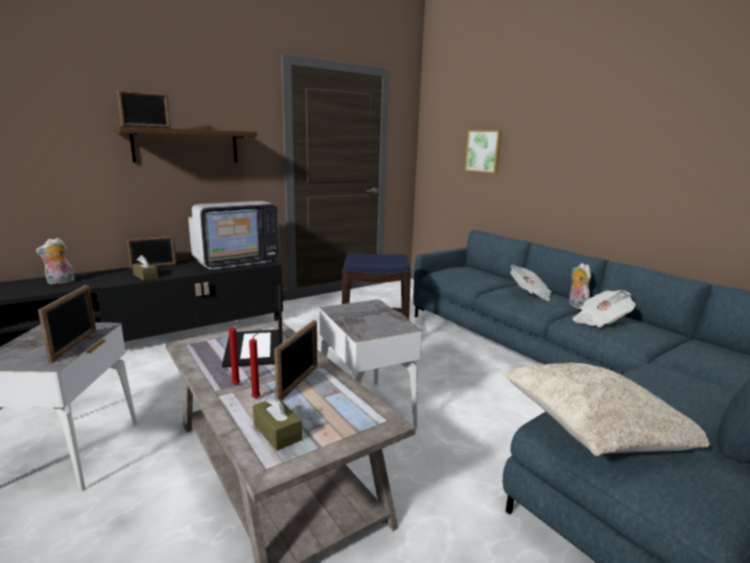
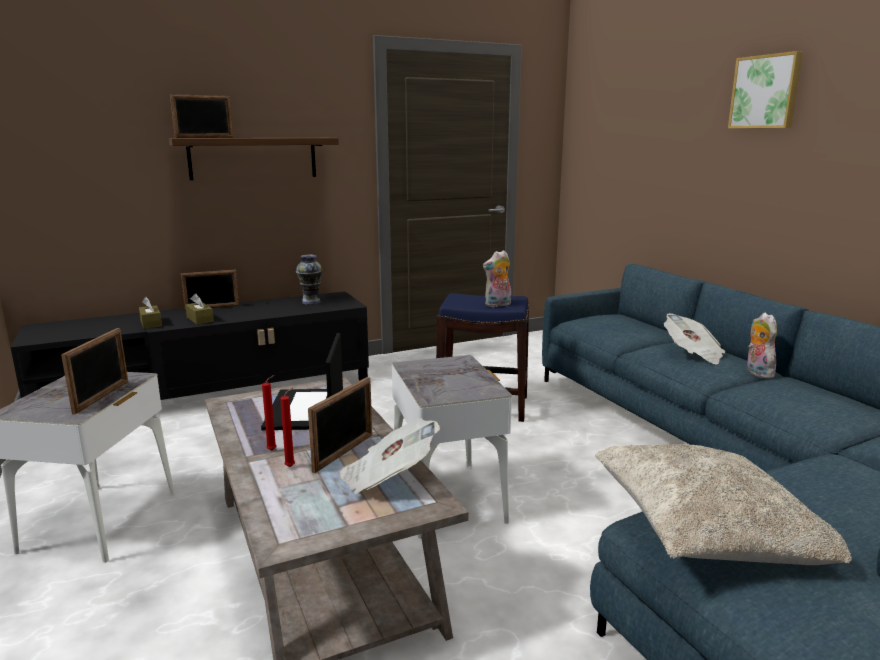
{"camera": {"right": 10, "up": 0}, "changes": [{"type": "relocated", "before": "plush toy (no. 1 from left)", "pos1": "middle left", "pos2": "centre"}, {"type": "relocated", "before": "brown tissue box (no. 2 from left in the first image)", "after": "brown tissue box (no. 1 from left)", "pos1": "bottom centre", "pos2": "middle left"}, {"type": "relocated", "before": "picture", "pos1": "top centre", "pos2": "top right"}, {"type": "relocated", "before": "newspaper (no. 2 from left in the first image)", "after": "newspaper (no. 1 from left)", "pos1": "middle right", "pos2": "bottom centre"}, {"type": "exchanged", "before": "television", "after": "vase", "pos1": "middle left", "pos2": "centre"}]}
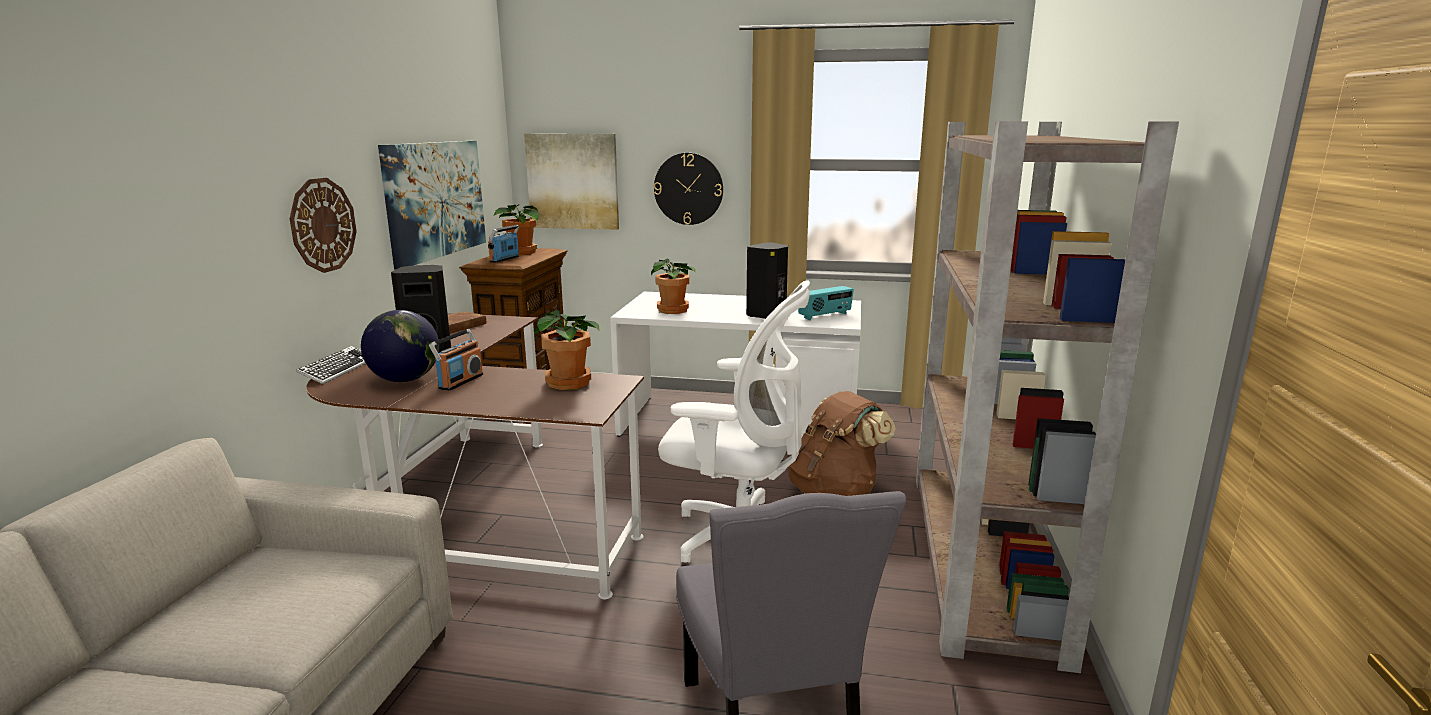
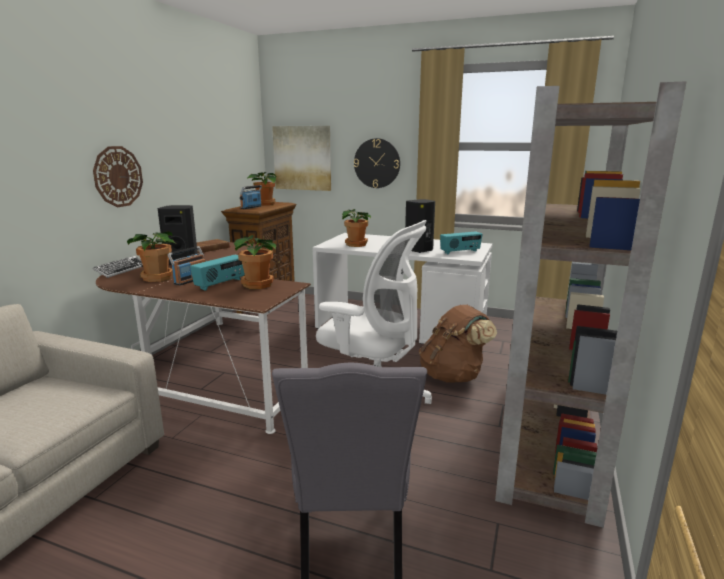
{"camera": {"right": 10, "up": 0}, "changes": [{"type": "missing", "before": "picture (no. 1 from left)", "pos1": "top left"}, {"type": "appeared", "after": "radio (no. 2 from left)", "pos2": "middle left"}, {"type": "exchanged", "before": "globe", "after": "potted plant (no. 1 from left)", "pos1": "middle left", "pos2": "middle left"}]}
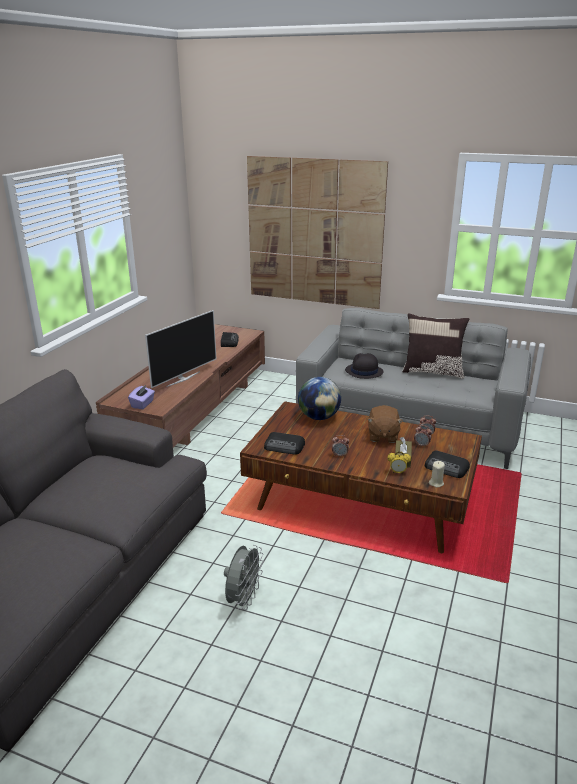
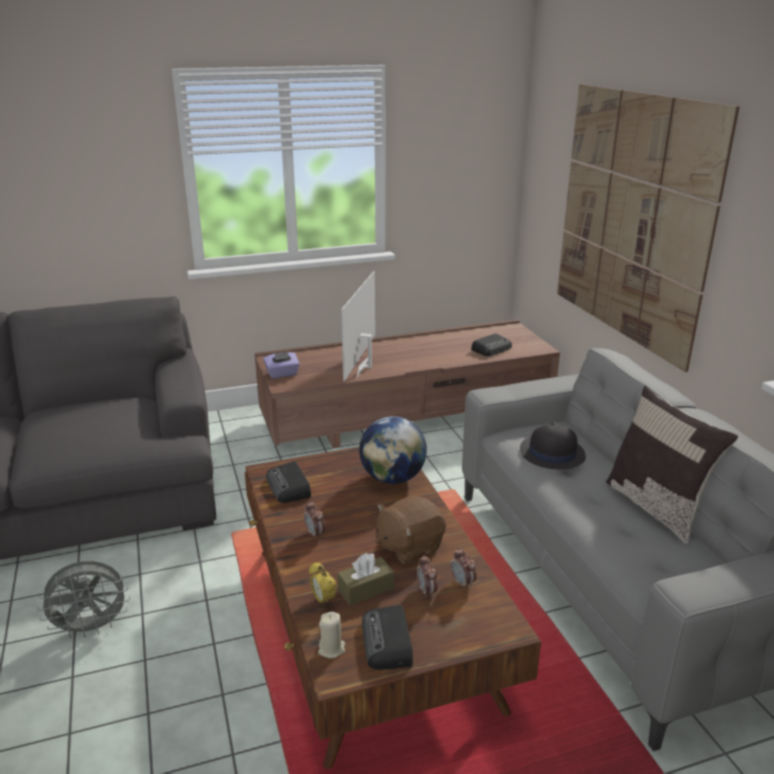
{"camera": {"right": 50, "up": 0}, "changes": [{"type": "spun", "before": "television", "pos1": "middle left", "pos2": "centre", "turn": 105}]}
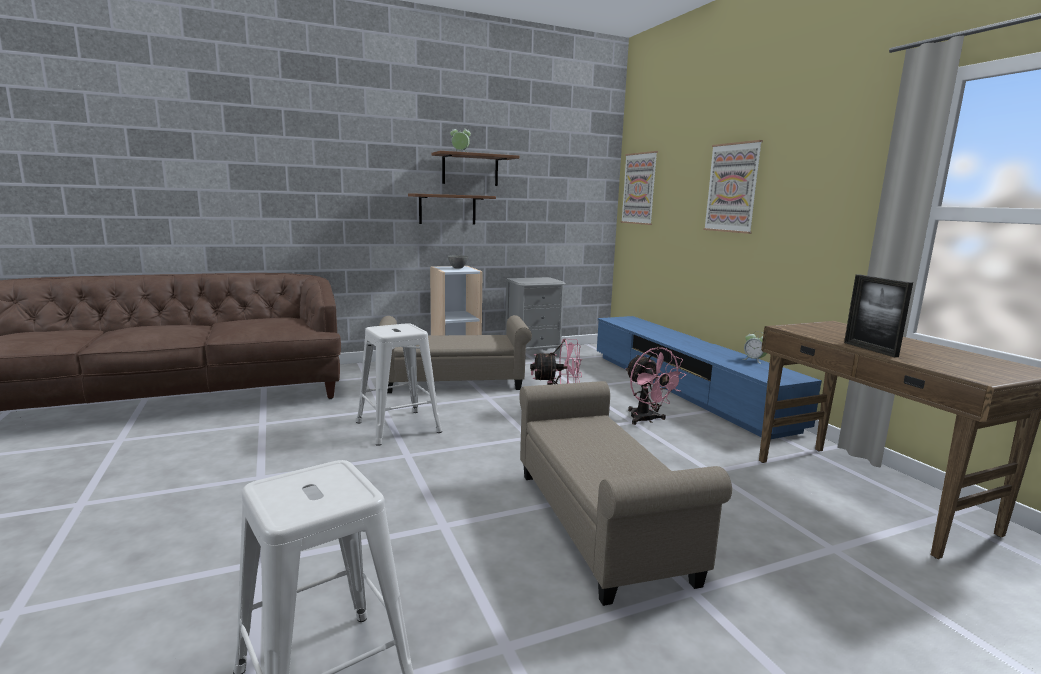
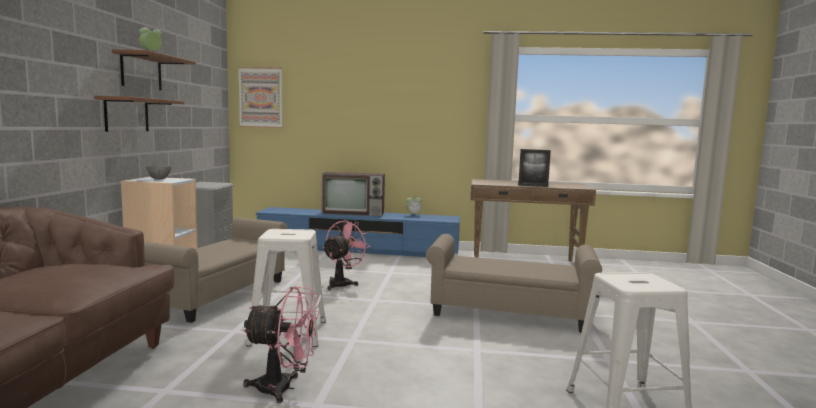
{"camera": {"right": -60, "up": -5}, "changes": [{"type": "missing", "before": "picture (no. 2 from left)", "pos1": "top right"}, {"type": "appeared", "after": "television", "pos2": "centre"}, {"type": "relocated", "before": "pink fan (no. 2 from left in the first image)", "after": "pink fan (no. 1 from left)", "pos1": "centre", "pos2": "bottom centre"}]}
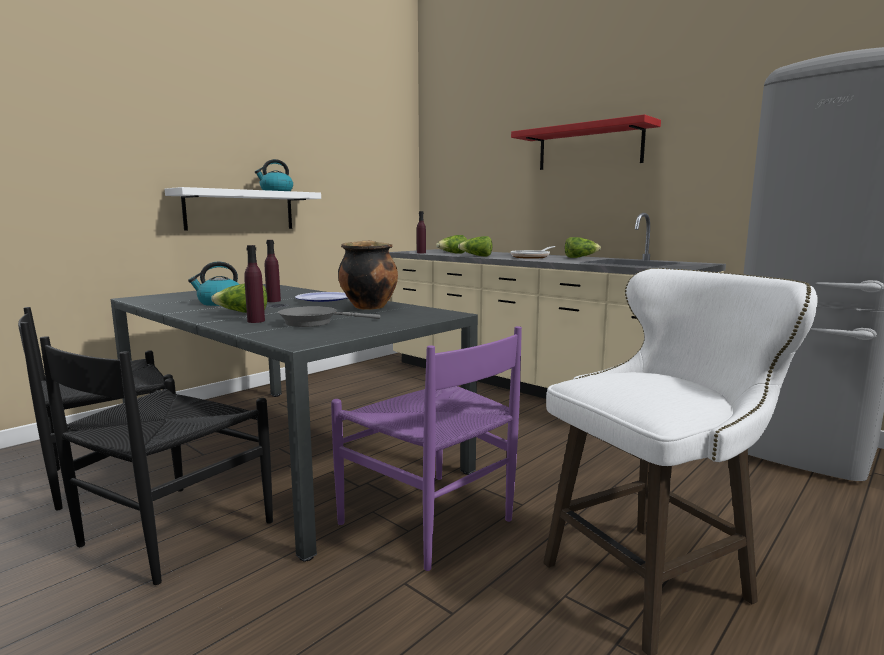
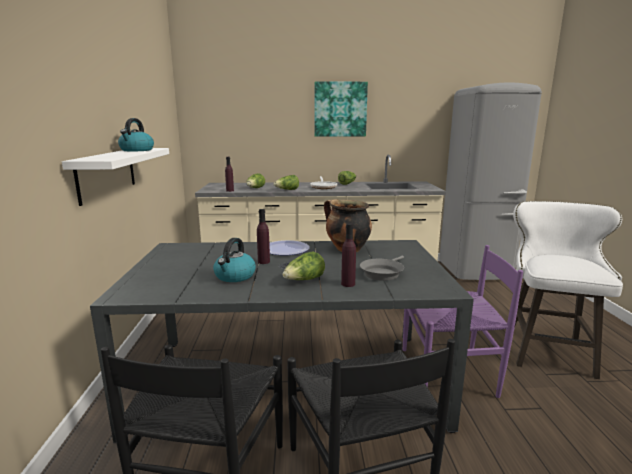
{"camera": {"right": -45, "up": 5}, "changes": [{"type": "exchanged", "before": "red shelf", "after": "picture", "pos1": "top centre", "pos2": "top centre"}]}
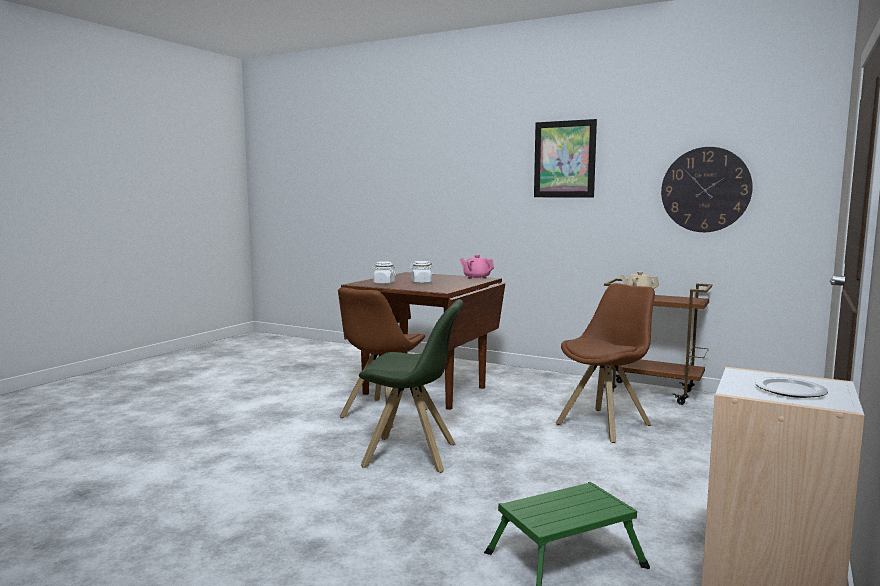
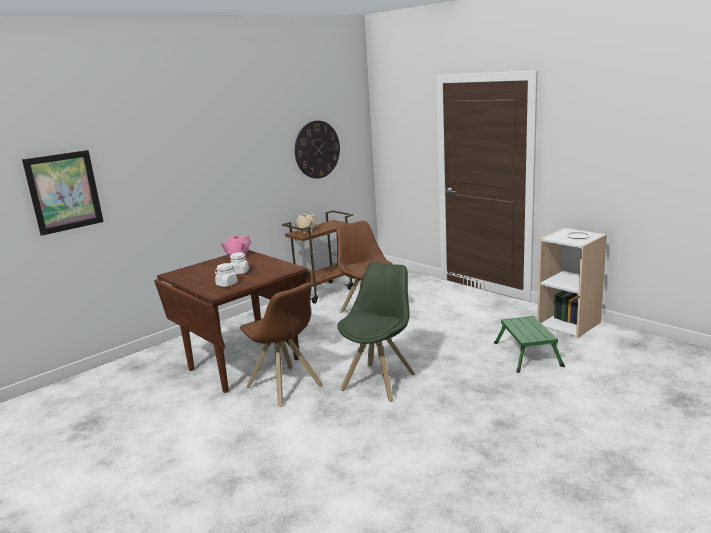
{"camera": {"right": -70, "up": 10}, "changes": [{"type": "relocated", "before": "picture", "pos1": "top centre", "pos2": "middle left"}]}
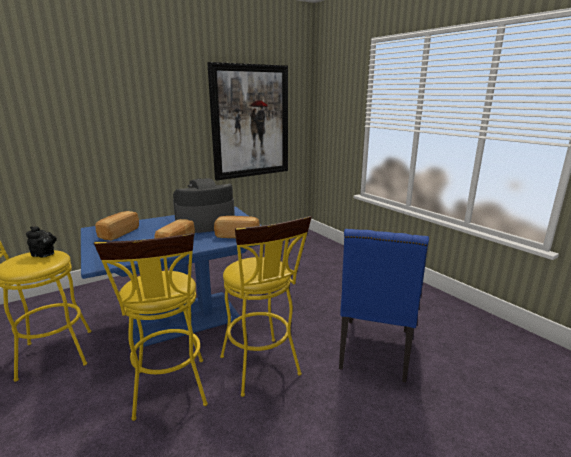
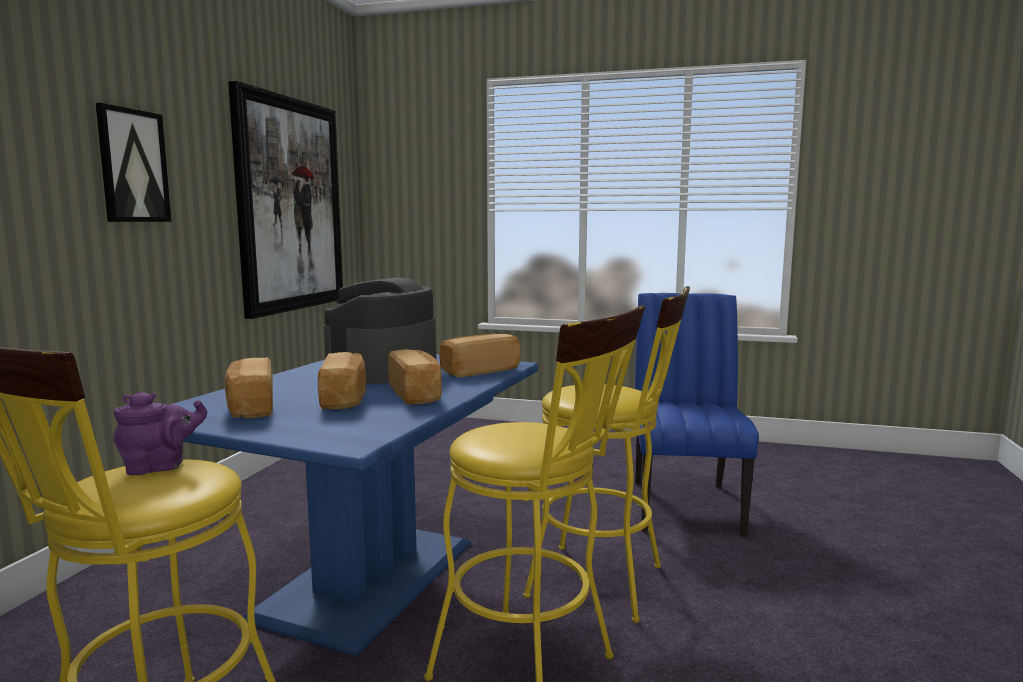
{"camera": {"right": -40, "up": -10}, "changes": [{"type": "appeared", "after": "picture (no. 1 from left)", "pos2": "top left"}, {"type": "appeared", "after": "bread (no. 2 from left)", "pos2": "centre"}, {"type": "colour", "before": "black teapot", "after": "purple teapot", "pos1": "middle left", "pos2": "middle left"}, {"type": "spun", "before": "blue chair", "pos1": "bottom right", "pos2": "middle right", "turn": -150}]}
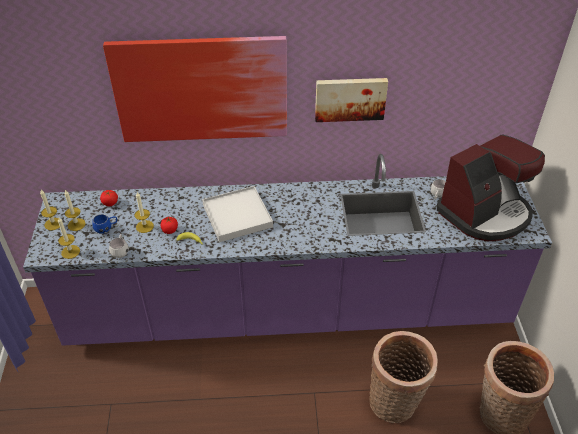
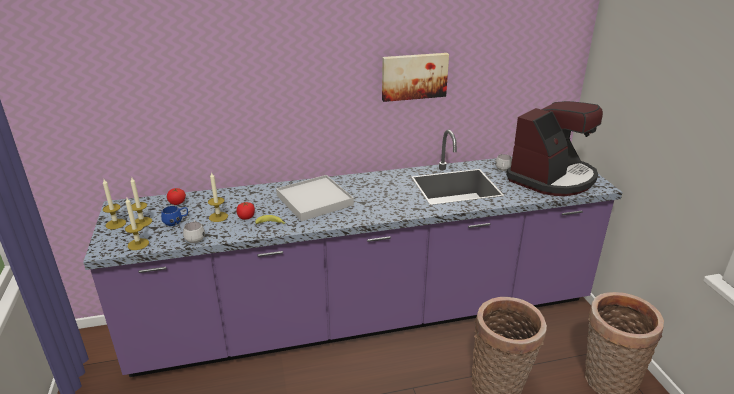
{"camera": {"right": -10, "up": -15}, "changes": [{"type": "missing", "before": "picture (no. 1 from left)", "pos1": "top centre"}]}
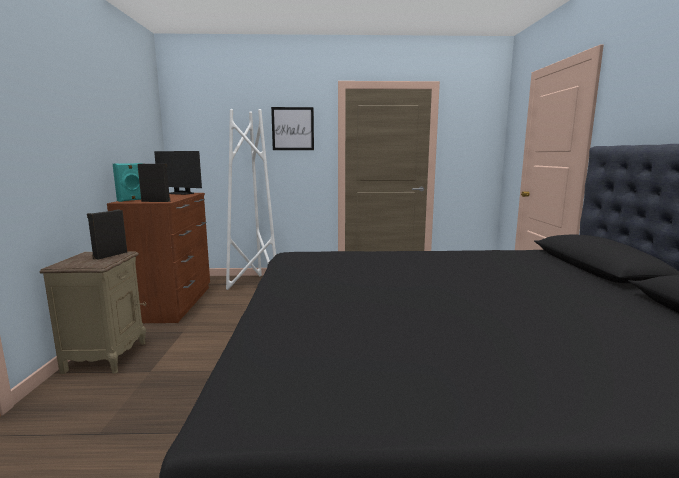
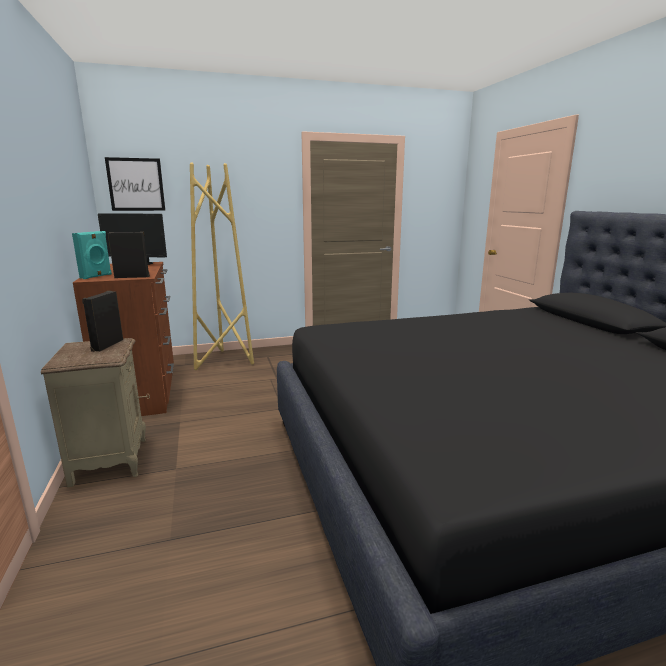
{"camera": {"right": -15, "up": 5}, "changes": [{"type": "relocated", "before": "picture", "pos1": "top centre", "pos2": "top left"}, {"type": "colour", "before": "white clothes rack", "after": "yellow clothes rack", "pos1": "centre", "pos2": "centre"}]}
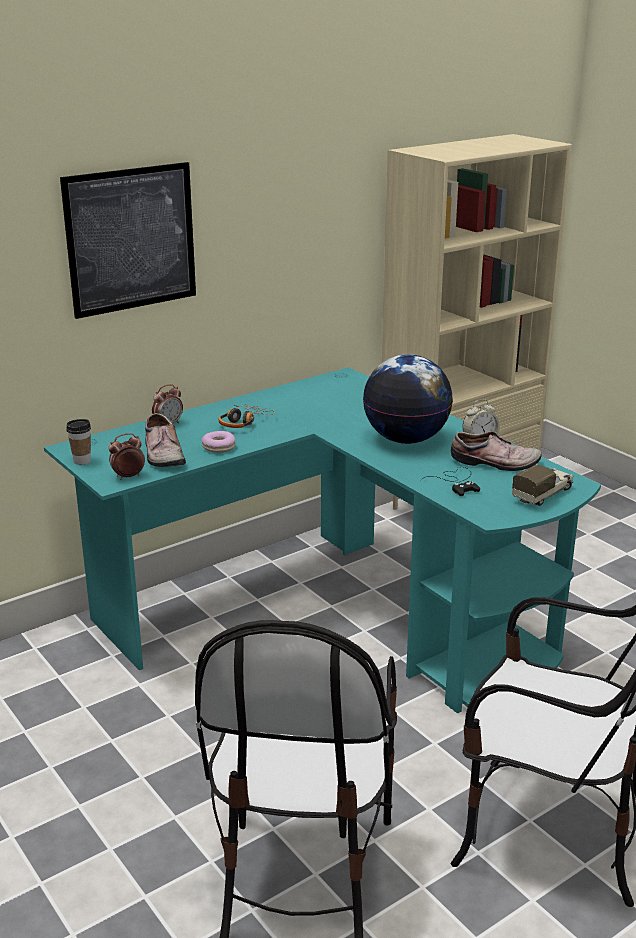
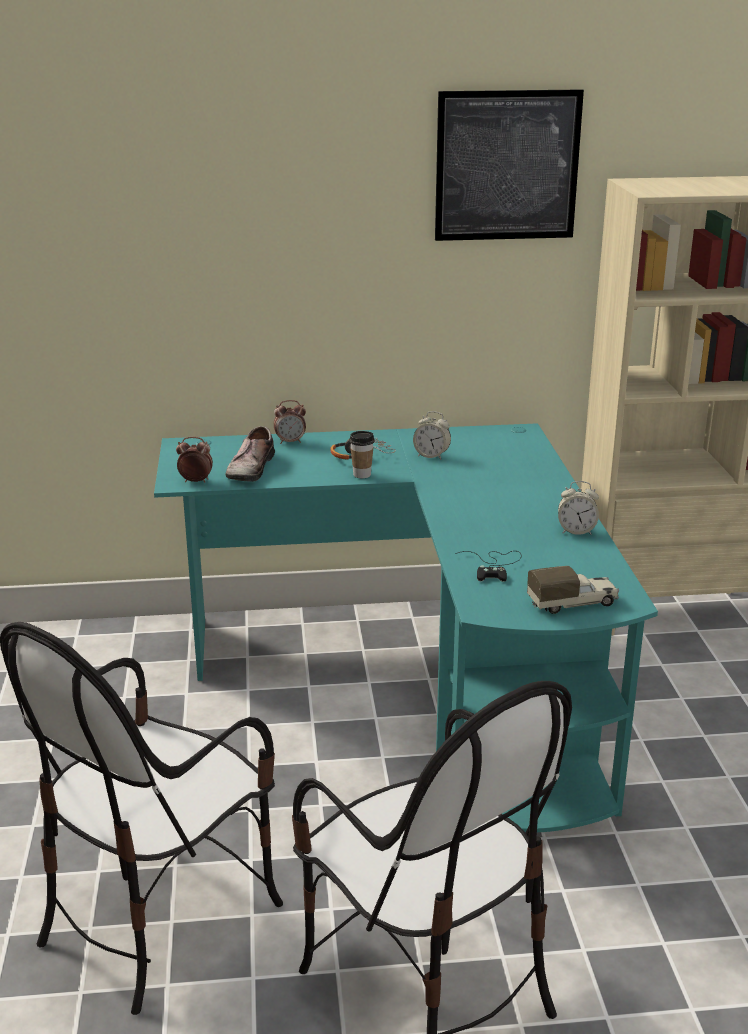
{"camera": {"right": 30, "up": 0}, "changes": [{"type": "missing", "before": "donut", "pos1": "centre"}, {"type": "missing", "before": "globe", "pos1": "centre"}, {"type": "missing", "before": "shoe (no. 2 from left)", "pos1": "middle right"}, {"type": "appeared", "after": "alarm clock (no. 3 from left)", "pos2": "centre"}, {"type": "relocated", "before": "picture", "pos1": "top left", "pos2": "top right"}, {"type": "relocated", "before": "cup", "pos1": "middle left", "pos2": "centre"}]}
